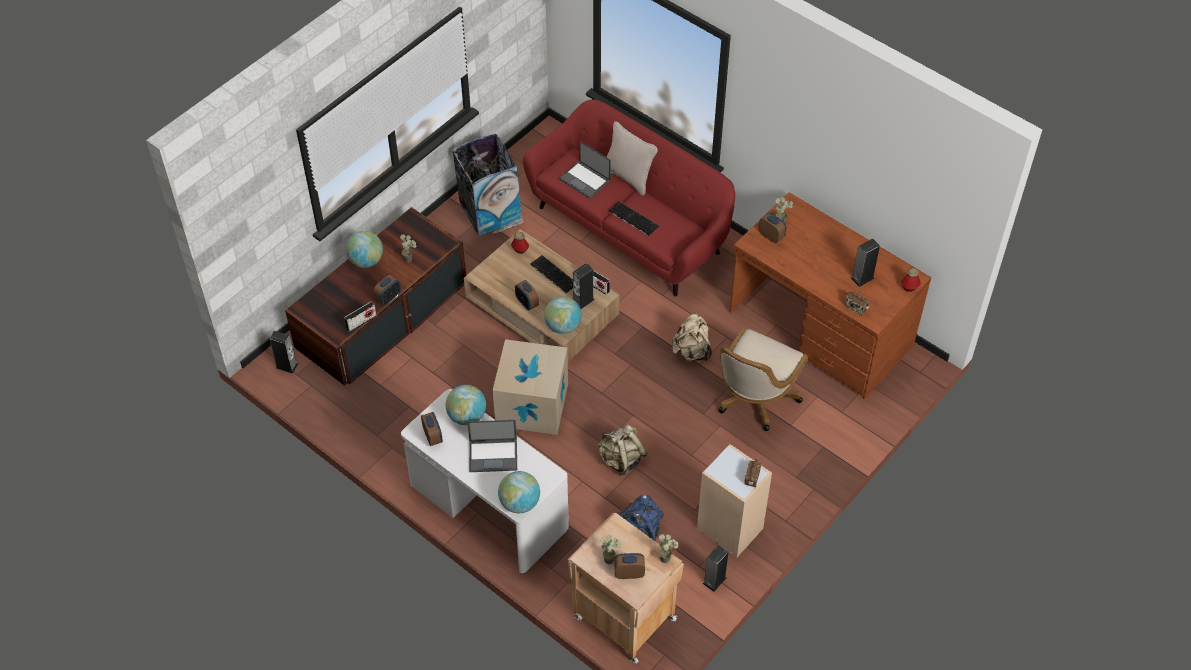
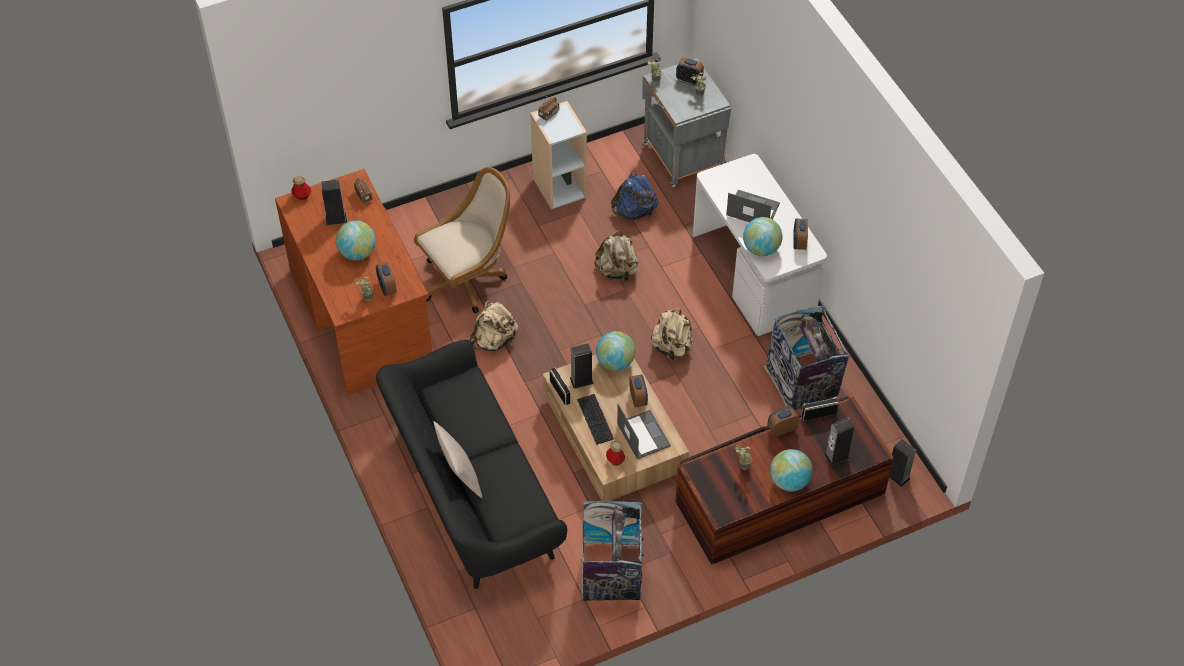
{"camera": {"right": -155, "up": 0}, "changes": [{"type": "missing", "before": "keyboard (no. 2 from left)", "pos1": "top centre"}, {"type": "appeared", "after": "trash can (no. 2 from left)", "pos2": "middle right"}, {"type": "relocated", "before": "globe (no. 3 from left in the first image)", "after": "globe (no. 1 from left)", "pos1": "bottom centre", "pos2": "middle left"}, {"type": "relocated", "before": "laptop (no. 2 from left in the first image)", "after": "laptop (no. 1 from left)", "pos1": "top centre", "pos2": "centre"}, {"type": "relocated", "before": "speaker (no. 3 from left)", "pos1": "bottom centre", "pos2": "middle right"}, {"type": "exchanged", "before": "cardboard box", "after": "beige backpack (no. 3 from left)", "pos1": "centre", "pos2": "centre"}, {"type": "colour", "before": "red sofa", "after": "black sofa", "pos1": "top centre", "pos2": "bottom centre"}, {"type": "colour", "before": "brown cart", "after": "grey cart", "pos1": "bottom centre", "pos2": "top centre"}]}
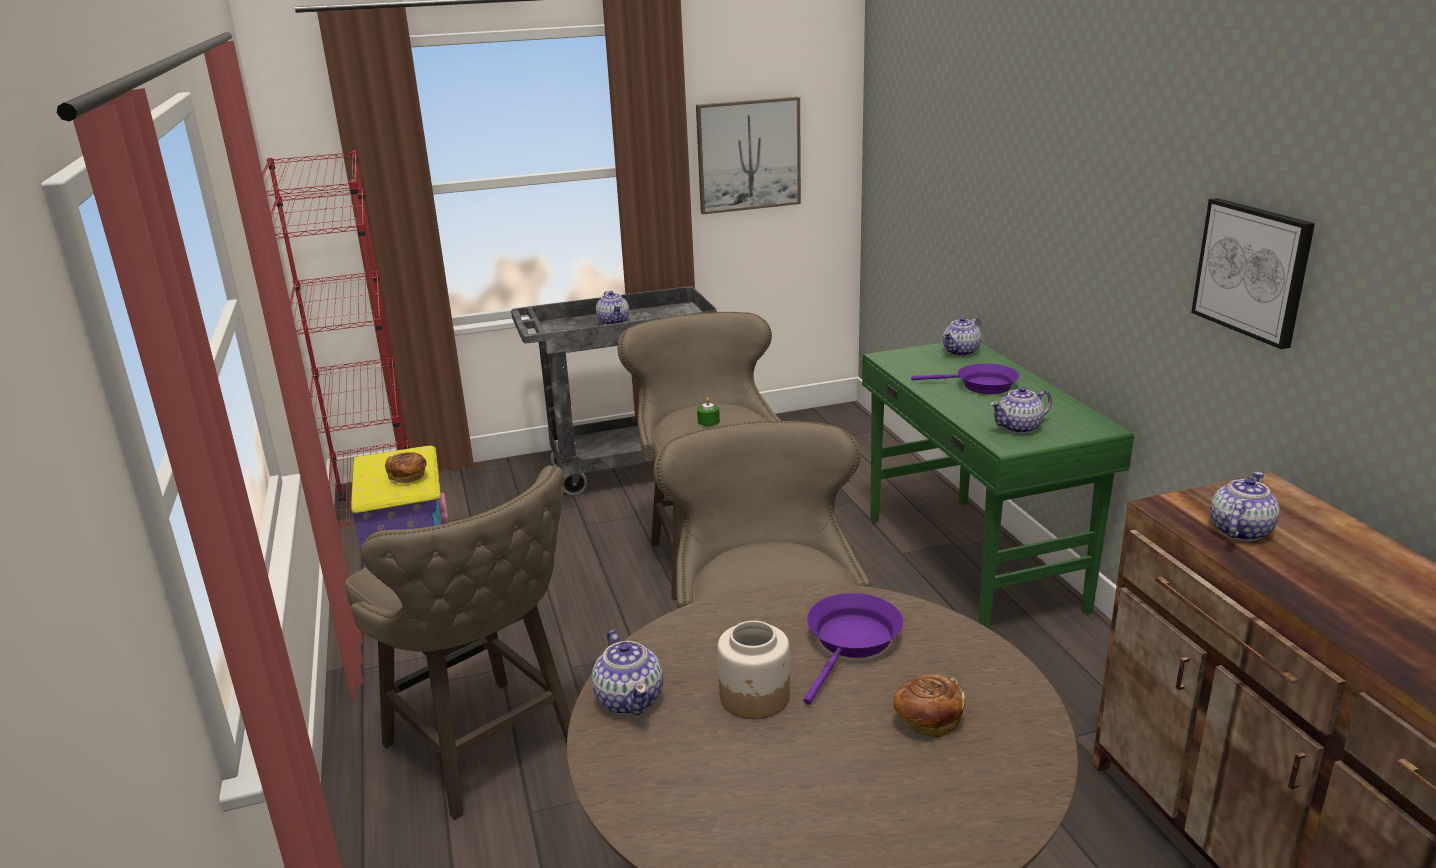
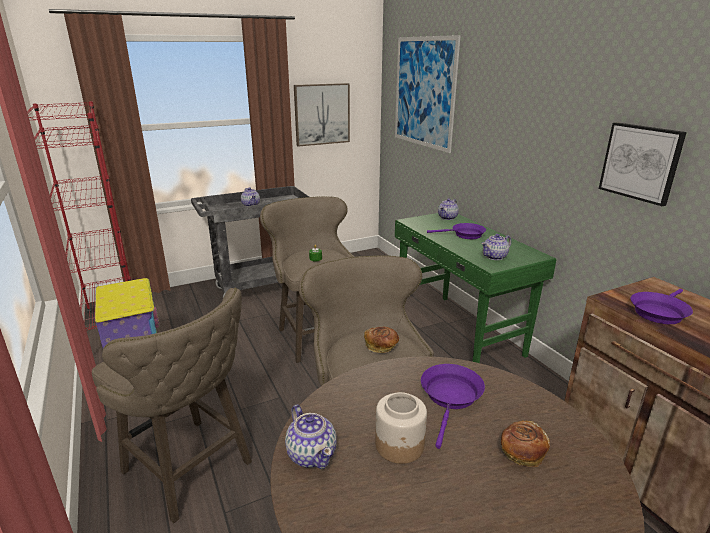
{"camera": {"right": -10, "up": 0}, "changes": [{"type": "appeared", "after": "picture (no. 2 from left)", "pos2": "top centre"}, {"type": "relocated", "before": "bread (no. 1 from left)", "pos1": "middle left", "pos2": "centre"}, {"type": "exchanged", "before": "teapot (no. 5 from left)", "after": "purple frying pan (no. 3 from left)", "pos1": "middle right", "pos2": "middle right"}]}
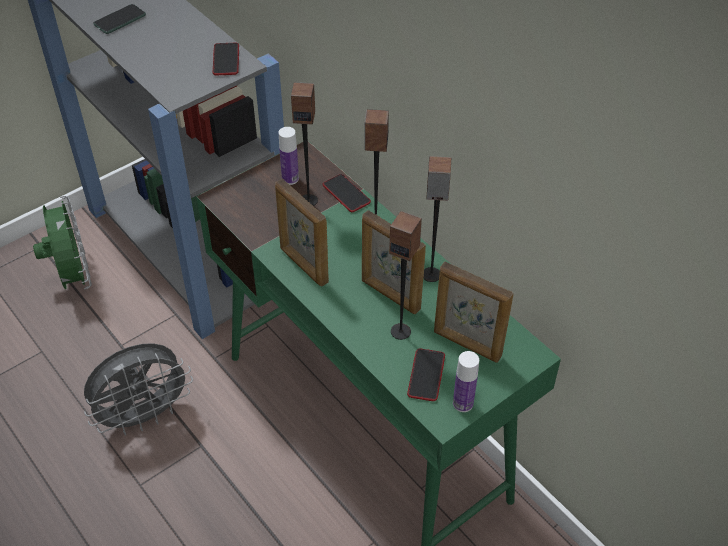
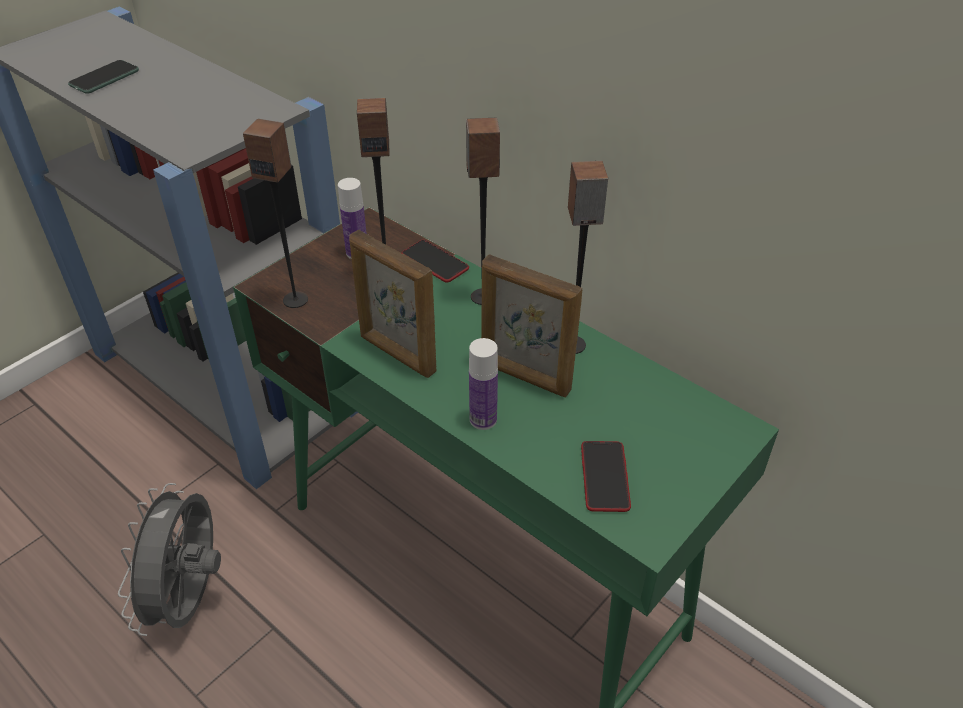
{"camera": {"right": -10, "up": -5}, "changes": [{"type": "missing", "before": "green fan", "pos1": "middle left"}, {"type": "missing", "before": "phone (no. 2 from left)", "pos1": "top left"}, {"type": "missing", "before": "picture frame (no. 3 from left)", "pos1": "centre"}, {"type": "relocated", "before": "speaker (no. 3 from left in the first image)", "after": "speaker (no. 1 from left)", "pos1": "centre", "pos2": "top left"}, {"type": "relocated", "before": "bottle (no. 2 from left)", "pos1": "bottom centre", "pos2": "centre"}, {"type": "spun", "before": "grey fan", "pos1": "bottom left", "pos2": "bottom left", "turn": 135}]}
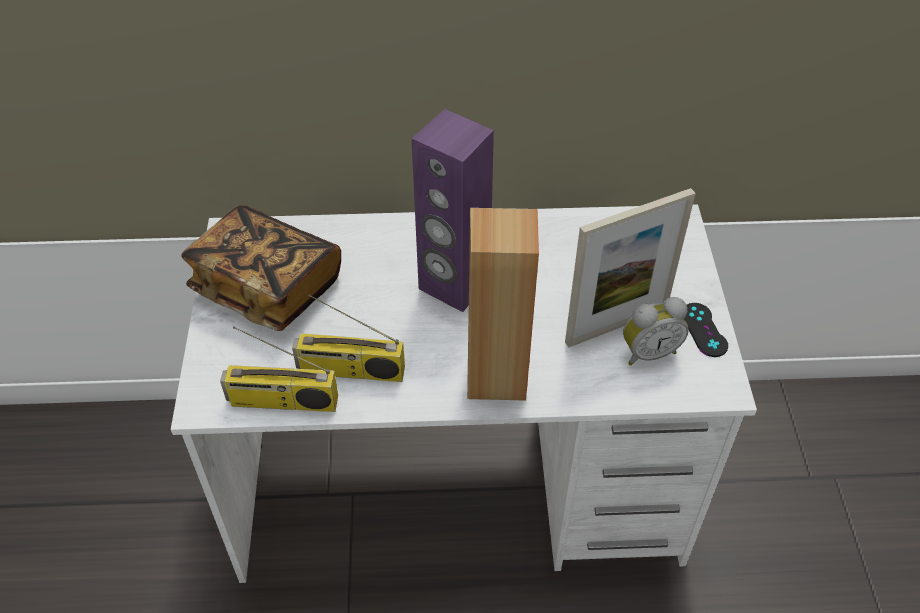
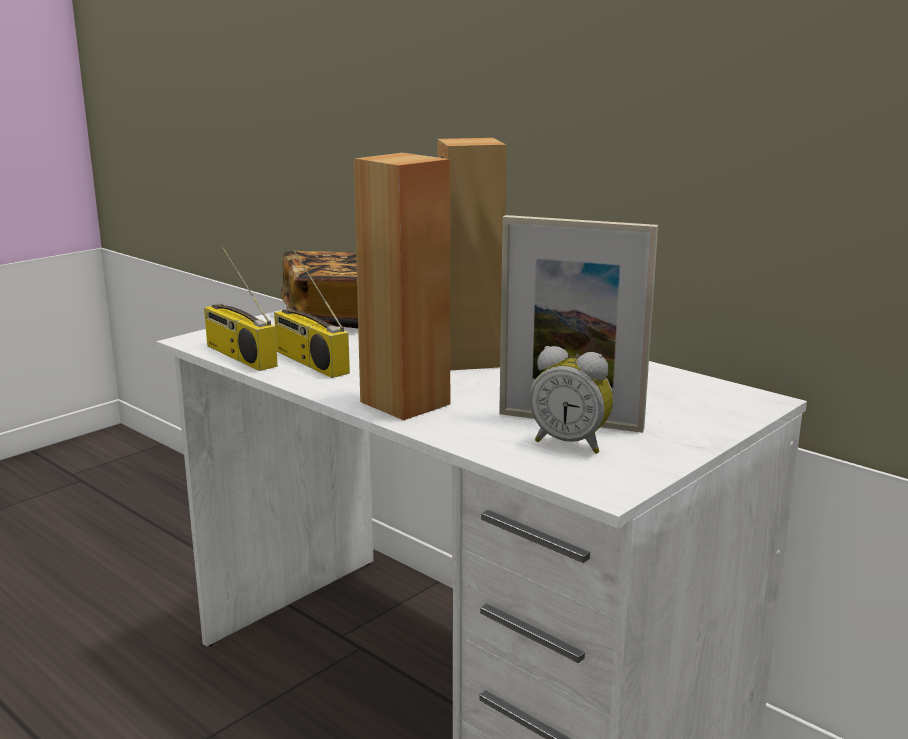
{"camera": {"right": 45, "up": -30}, "changes": [{"type": "missing", "before": "black game controller", "pos1": "middle right"}, {"type": "colour", "before": "purple speaker", "after": "brown speaker (no. 2 from left)", "pos1": "centre", "pos2": "centre"}]}
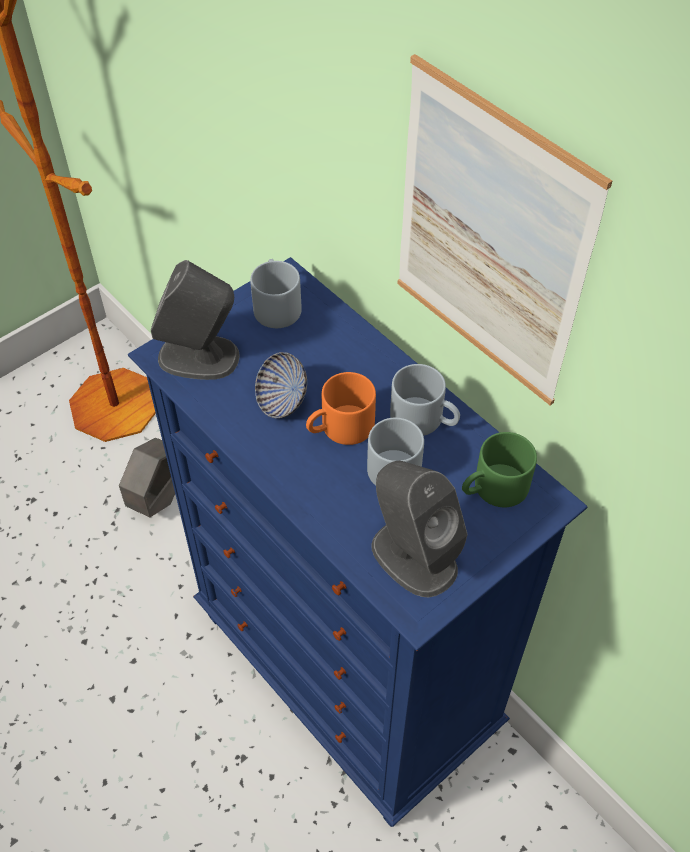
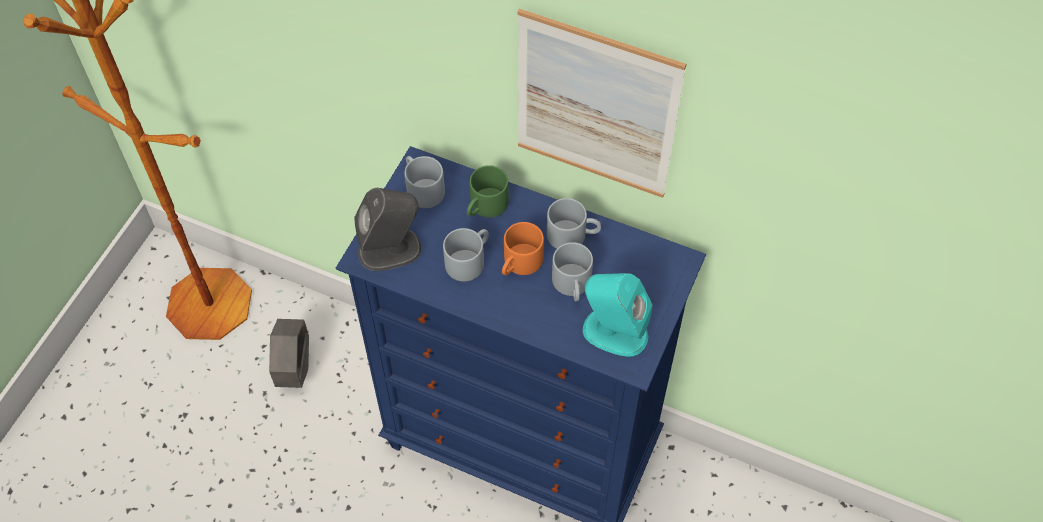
{"camera": {"right": -25, "up": 5}, "changes": [{"type": "relocated", "before": "green mug", "pos1": "middle right", "pos2": "centre"}, {"type": "exchanged", "before": "bowl", "after": "grey mug (no. 2 from left)", "pos1": "centre", "pos2": "centre"}, {"type": "colour", "before": "grey speaker (no. 2 from left)", "after": "turquoise speaker", "pos1": "centre", "pos2": "centre"}]}
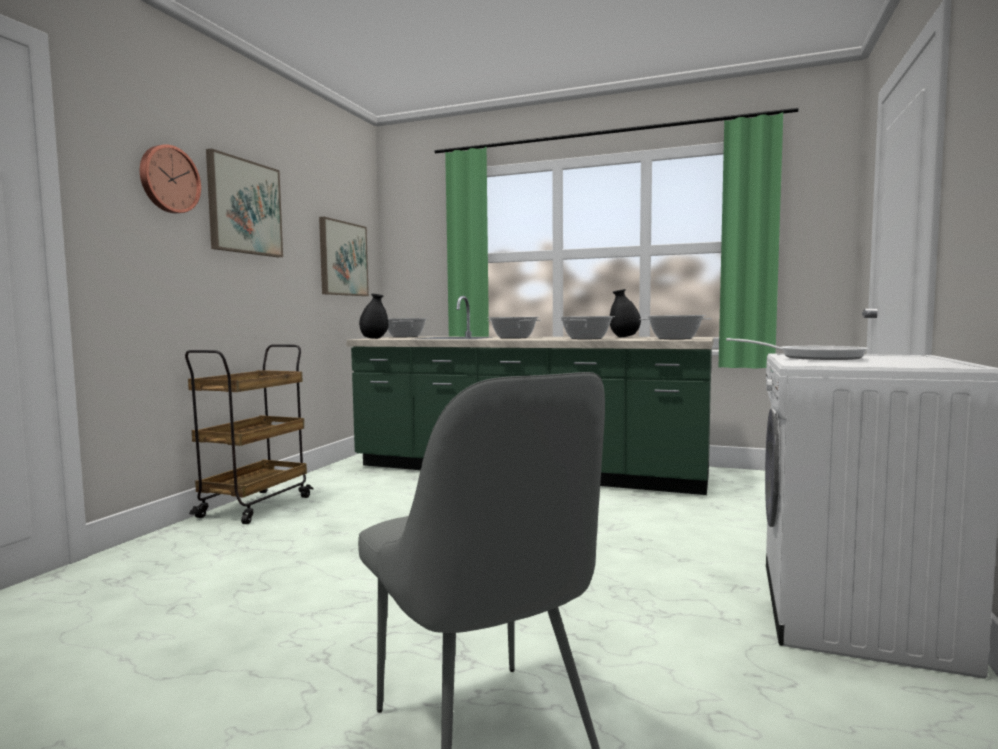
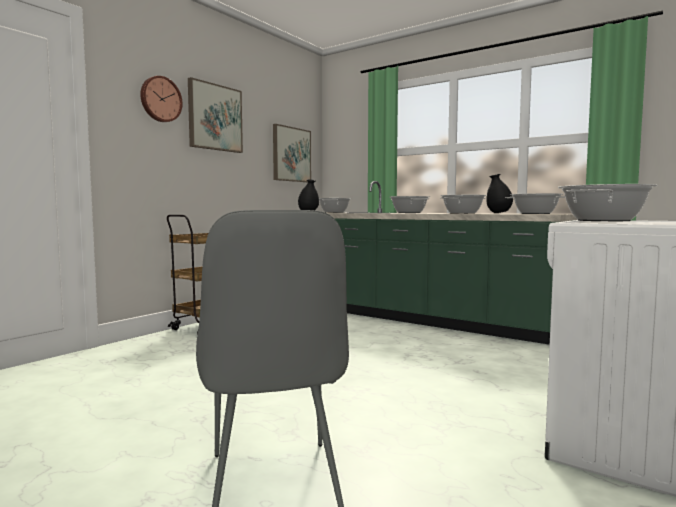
{"camera": {"right": 15, "up": 0}, "changes": [{"type": "exchanged", "before": "frying pan", "after": "cooking pot (no. 5 from left)", "pos1": "middle right", "pos2": "middle right"}]}
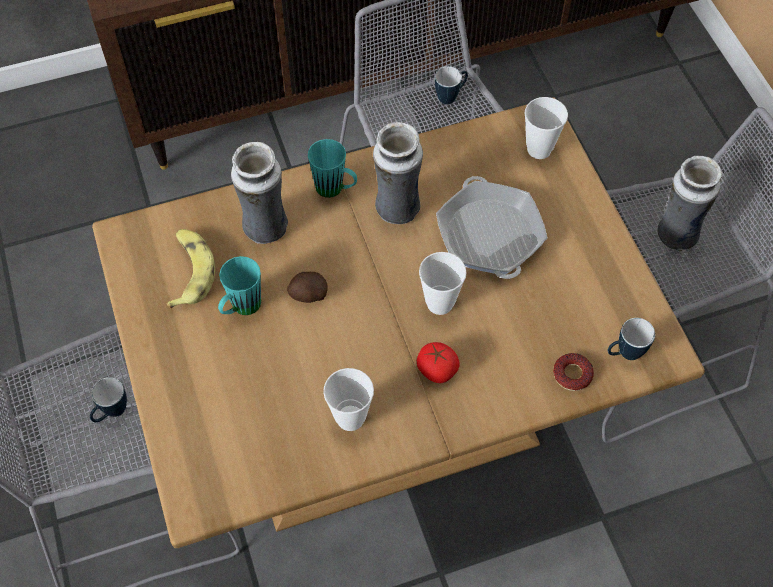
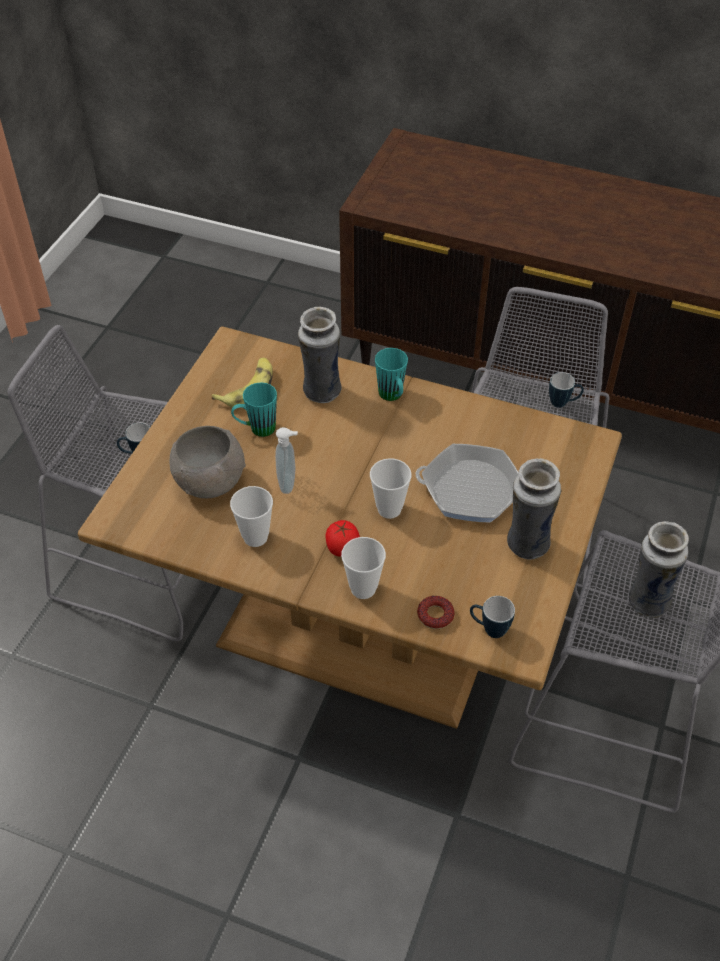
{"camera": {"right": 40, "up": -10}, "changes": [{"type": "missing", "before": "potato", "pos1": "centre"}, {"type": "appeared", "after": "grey bowl", "pos2": "middle left"}, {"type": "appeared", "after": "soap dispenser", "pos2": "centre"}, {"type": "relocated", "before": "vase (no. 2 from left)", "pos1": "top centre", "pos2": "middle right"}, {"type": "relocated", "before": "cup (no. 3 from left in the first image)", "after": "cup (no. 2 from left)", "pos1": "top right", "pos2": "centre"}, {"type": "spun", "before": "frying pan", "pos1": "centre", "pos2": "centre", "turn": -105}]}
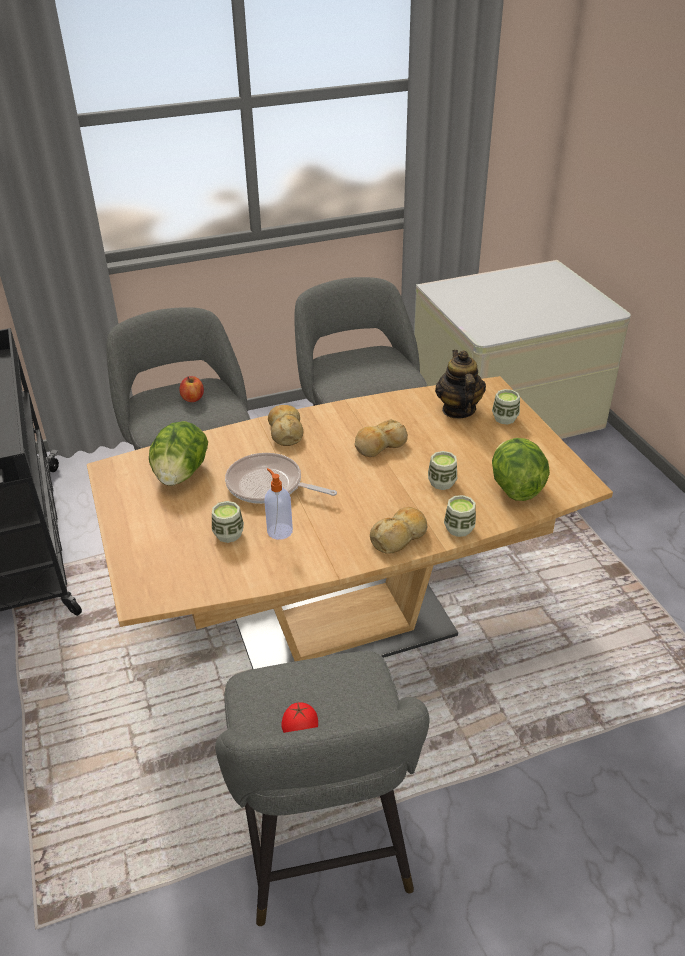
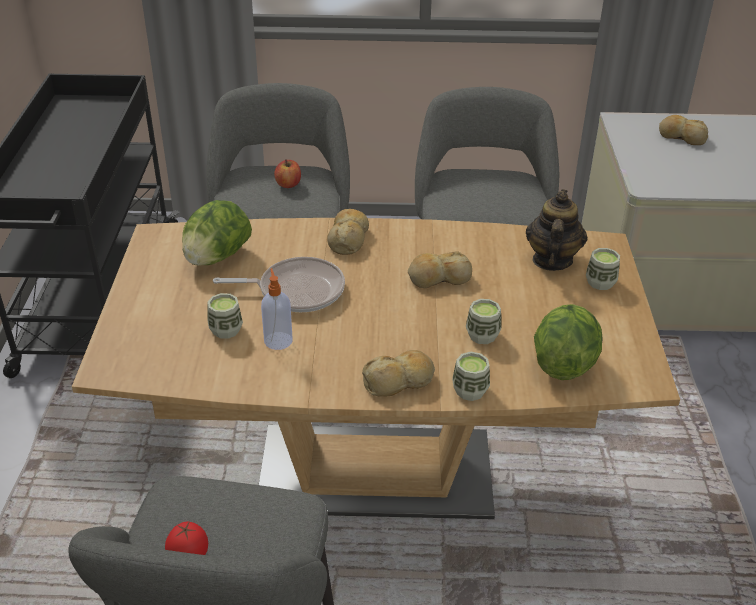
{"camera": {"right": 20, "up": 0}, "changes": [{"type": "appeared", "after": "bread (no. 4 from left)", "pos2": "top right"}, {"type": "spun", "before": "frying pan", "pos1": "centre", "pos2": "centre", "turn": 135}]}
